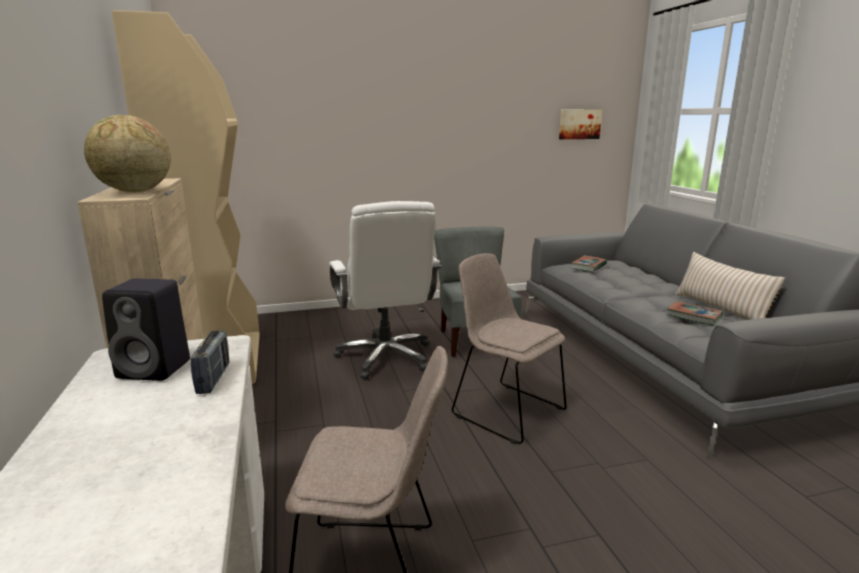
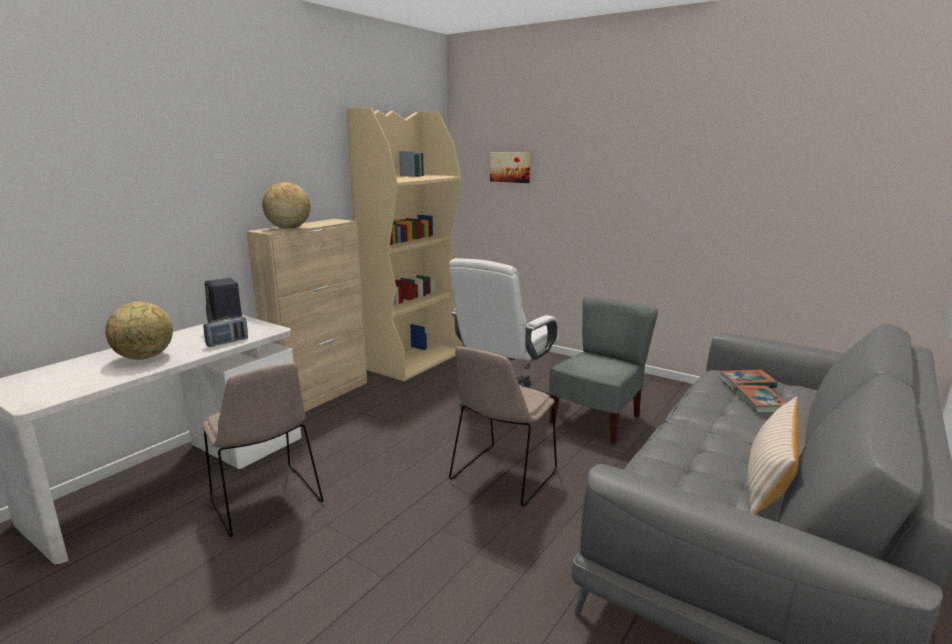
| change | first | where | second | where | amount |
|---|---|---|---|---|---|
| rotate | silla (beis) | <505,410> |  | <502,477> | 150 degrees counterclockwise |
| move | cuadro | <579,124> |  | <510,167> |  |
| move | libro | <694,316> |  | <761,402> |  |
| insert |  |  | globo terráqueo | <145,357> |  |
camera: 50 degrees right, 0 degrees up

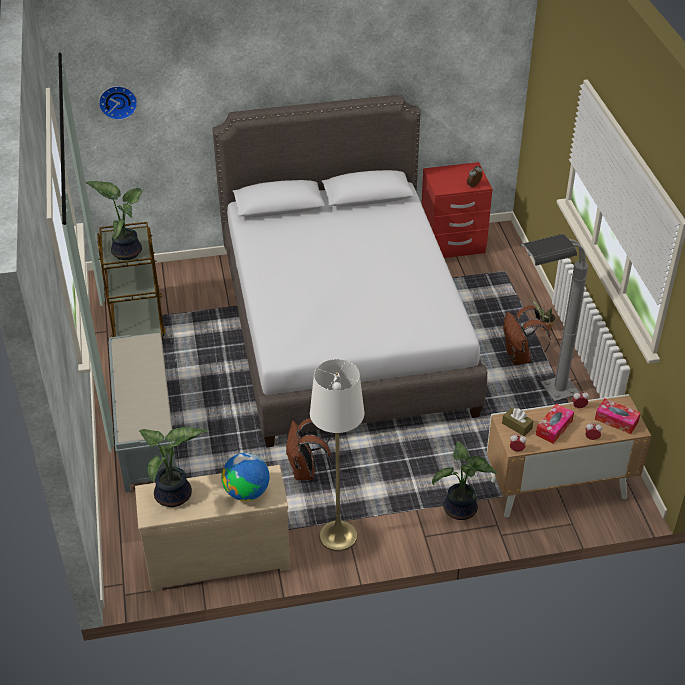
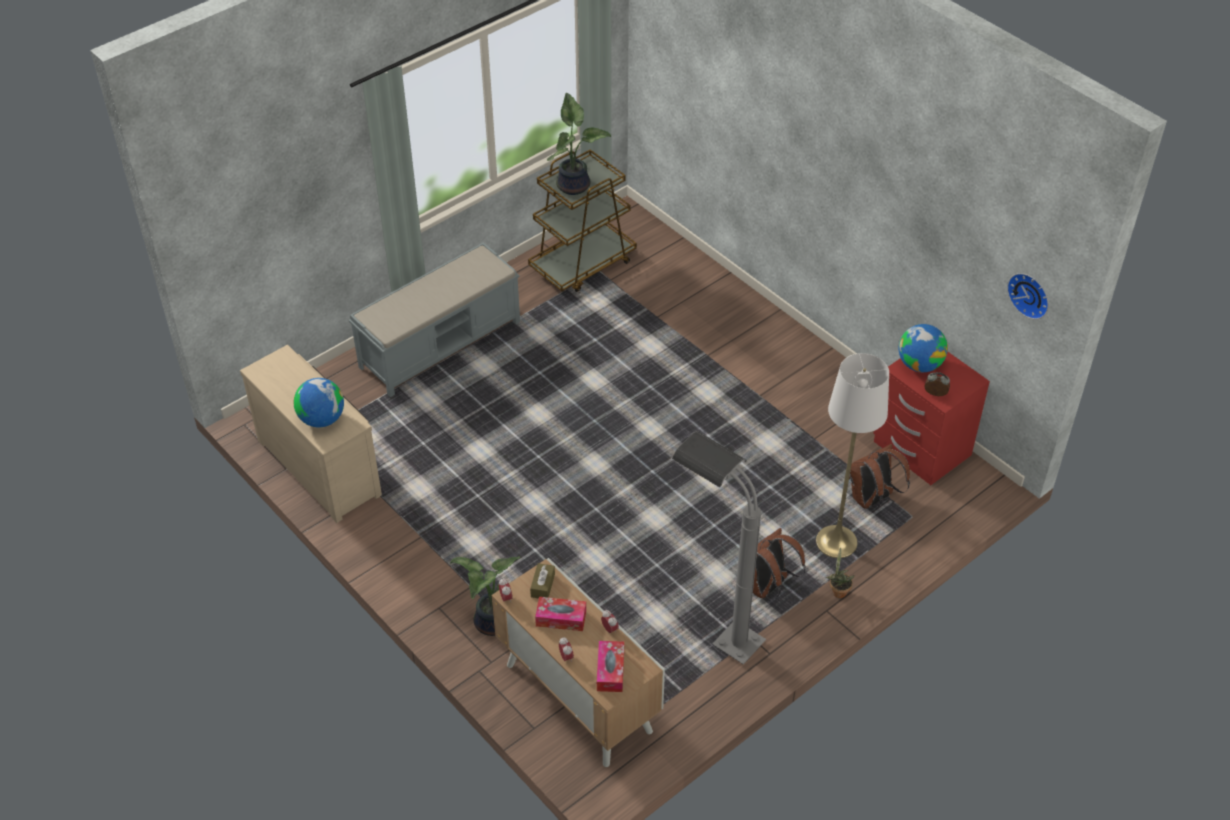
| change | first | where | second | where | amount |
|---|---|---|---|---|---|
| move | reloj de pared | <118,101> |  | <1030,294> |  |
| delete | planta en maceta | <175,496> |  |  |  |
| delete | cama (gris) | <343,331> |  |  |  |
| move | mochila (marrón) | <306,471> |  | <871,500> |  |
| move | lámpara de pie (blanco) | <338,536> |  | <836,542> |  |
| insert |  |  | globo terráqueo | <919,365> |  |
camera: 60 degrees right, 5 degrees up

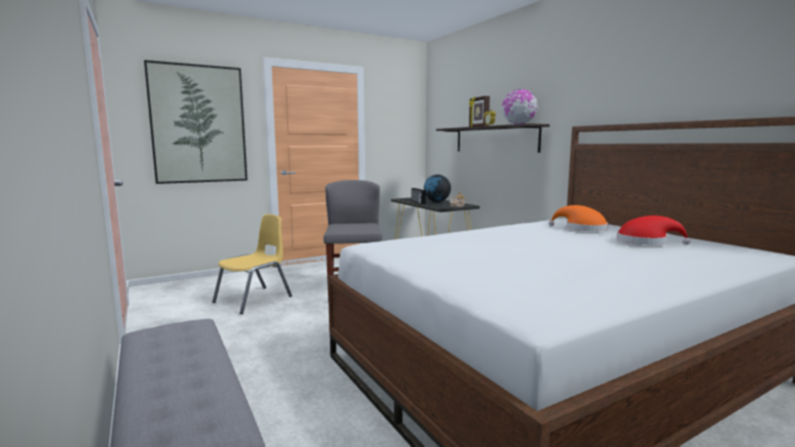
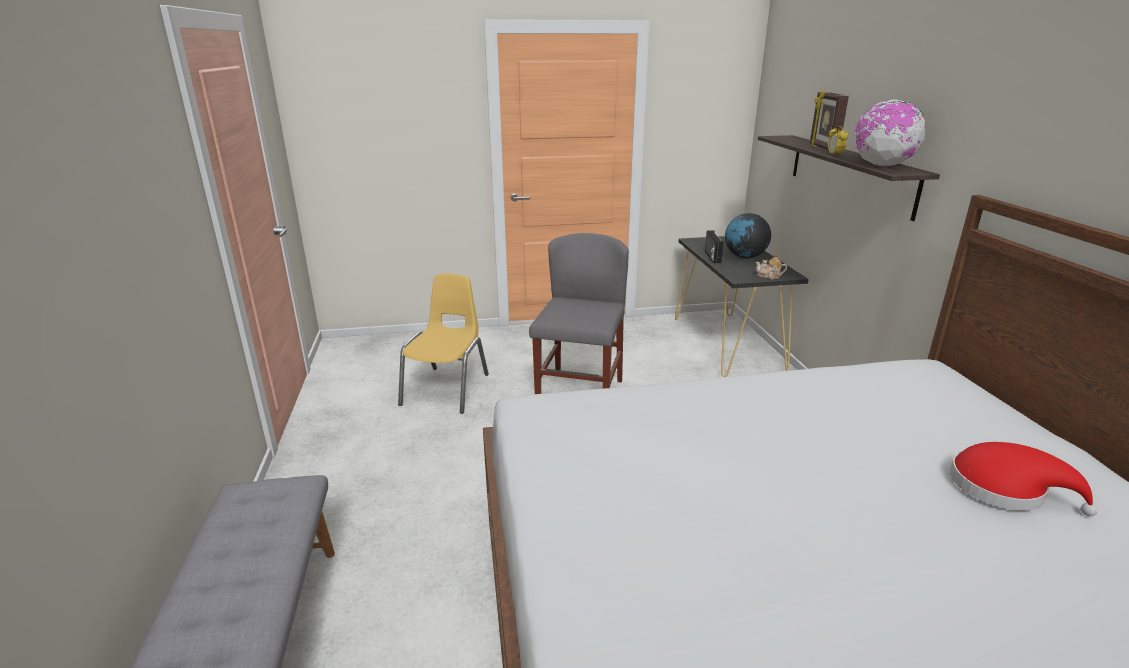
| change | first | where | second | where | amount |
|---|---|---|---|---|---|
| delete | cuadro | <198,124> |  |  |  |
| rotate | silla (amarillo) | <254,300> |  | <447,389> | 45 degrees counterclockwise |
| delete | sombrero (naranja) | <582,229> |  |  |  |
camera: 20 degrees right, 15 degrees up

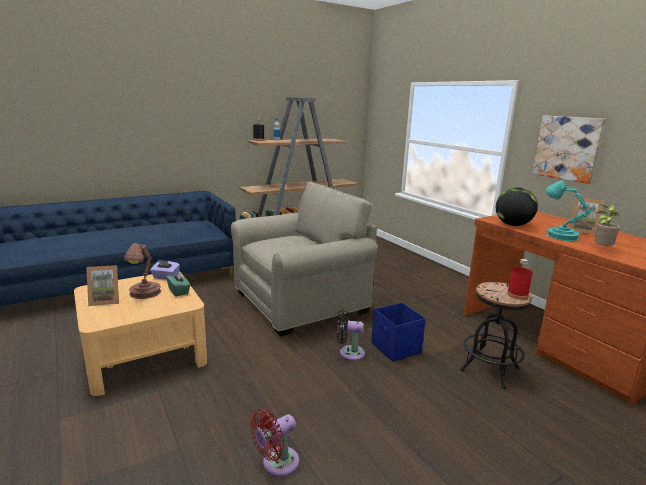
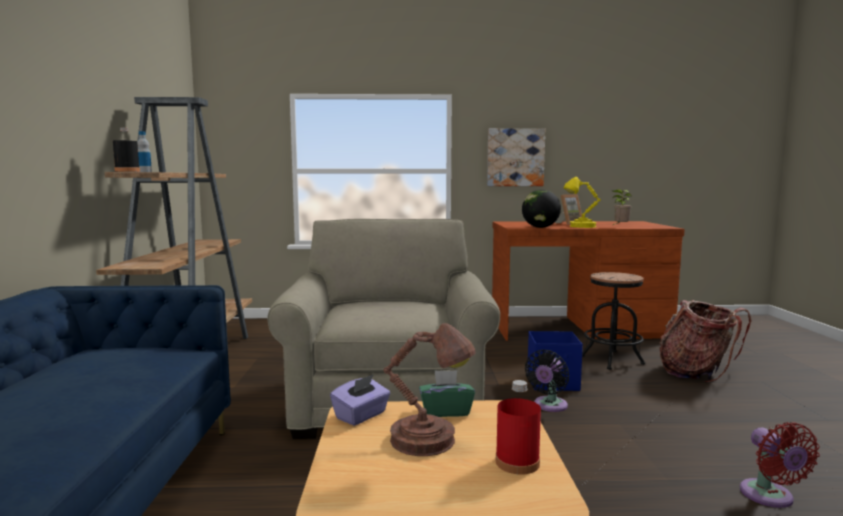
| change | first | where | second | where | amount |
|---|---|---|---|---|---|
| delete | portarretratos | <106,300> |  |  |  |
| move | botella (rojo) | <517,295> |  | <517,462> |  |
| recolor | lámpara de mesa (turquesa) | <559,236> | lámpara de mesa (amarillo) | <580,226> |  |
| insert |  |  | mochila | <697,373> |  |
camera: 60 degrees left, 10 degrees down

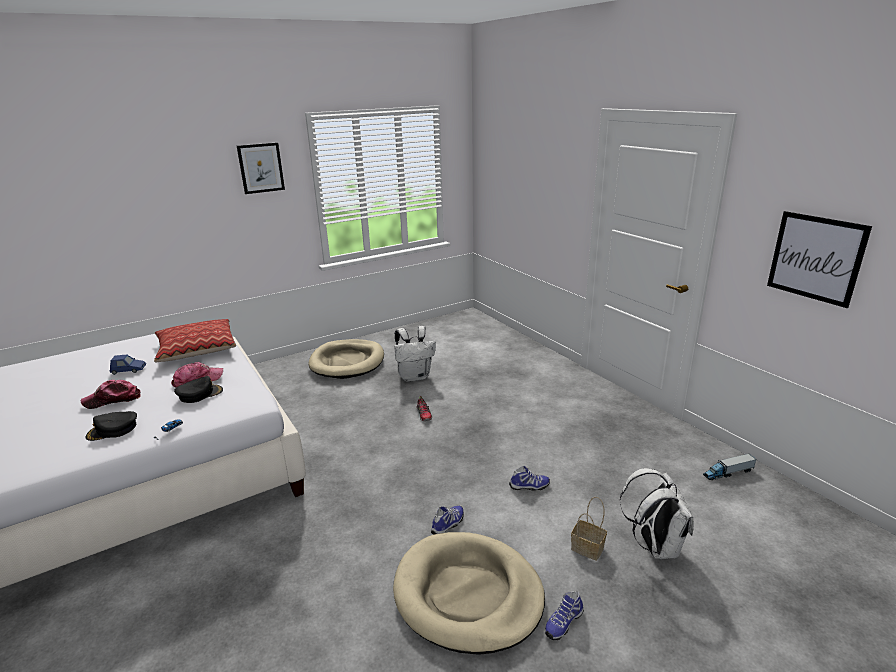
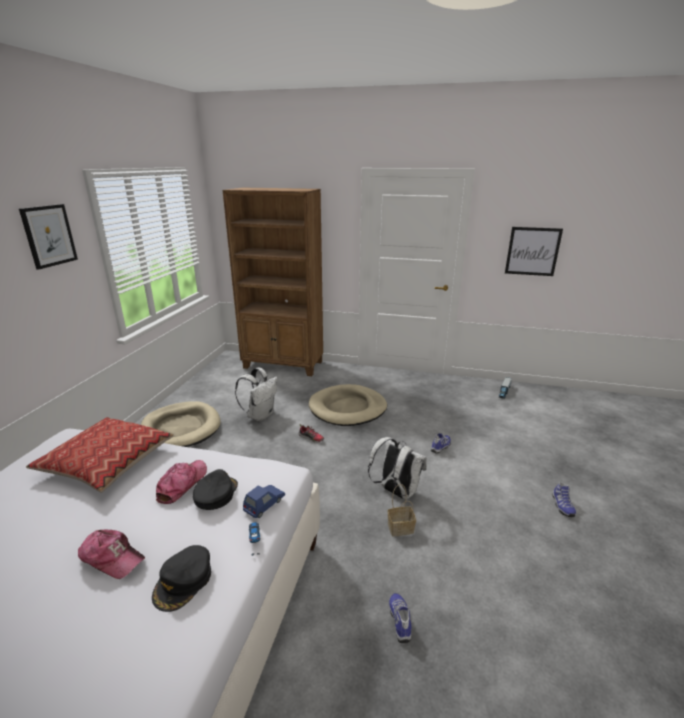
| change | first | where | second | where | amount |
|---|---|---|---|---|---|
| rotate | gorra | <113,400> |  | <112,557> | 90 degrees counterclockwise |
| move | coche de juguete (azul) | <128,370> |  | <264,504> |  |
| move | cama para perro (beis) | <468,594> |  | <348,408> |  |
| move | zapato | <448,524> |  | <401,620> |  |
| move | cesta | <588,548> |  | <401,527> |  |
| move | mochila (blanco) | <654,545> |  | <395,491> |  |
| insert |  |  | estantería (marrón) | <283,365> |  |
camera: 45 degrees left, 0 degrees up

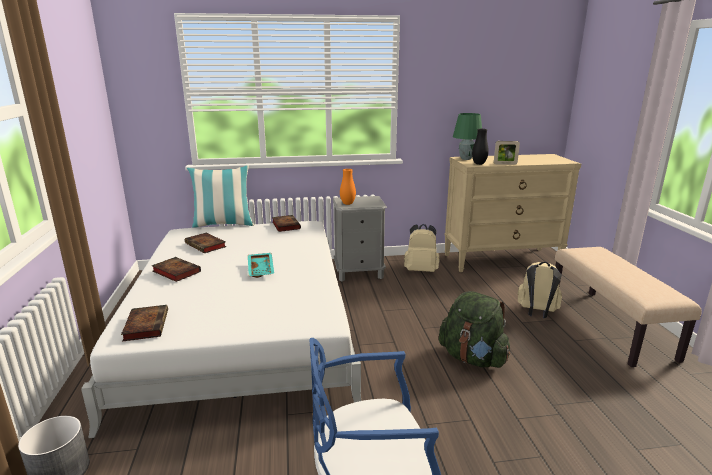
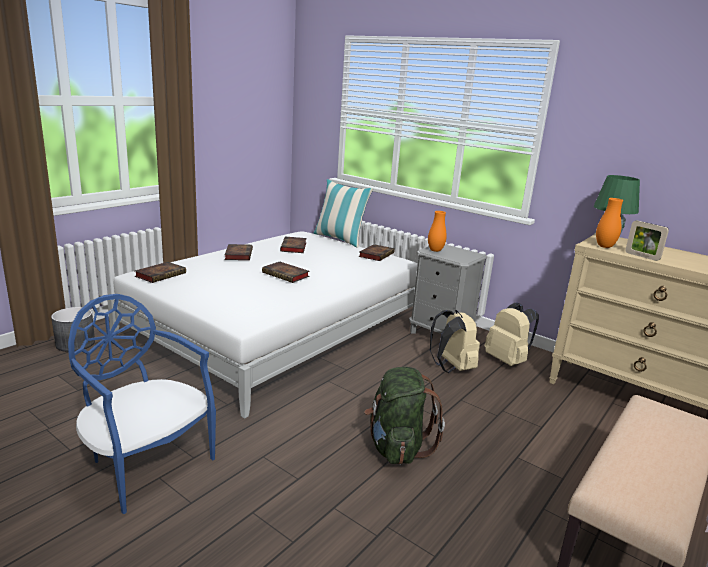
| change | first | where | second | where | amount |
|---|---|---|---|---|---|
| replace | bandeja (turquesa) | <261,269> | libro | <287,275> |  |
| recolor | florero (negro) | <479,164> | florero (naranja) | <604,246> |  |
| move | mochila (beis) | <536,313> |  | <451,368> |  |
camera: 45 degrees right, 0 degrees up

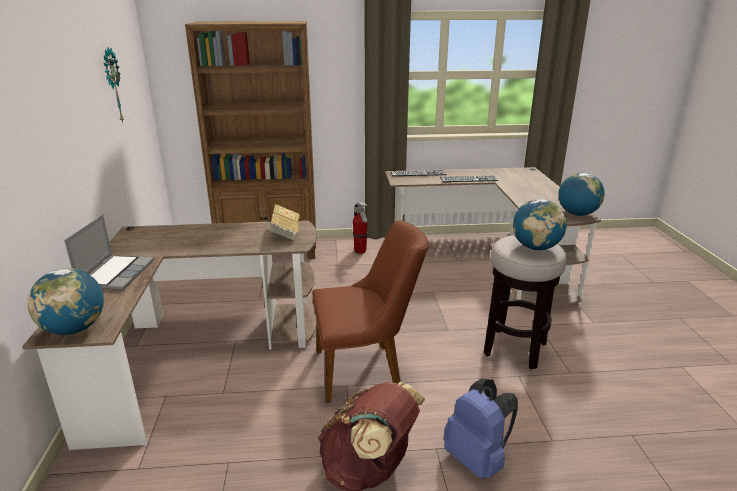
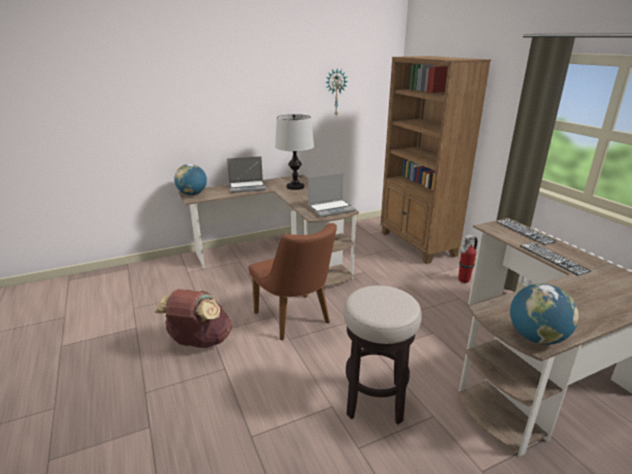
| change | first | where | second | where | amount |
|---|---|---|---|---|---|
| replace | libro | <285,231> | portátil | <331,209> |  |
| delete | mochila (azul) | <477,459> |  |  |  |
| delete | globo terráqueo | <535,247> |  |  |  |
| insert |  |  | lámpara de mesa | <295,186> |  |
camera: 70 degrees right, 0 degrees up

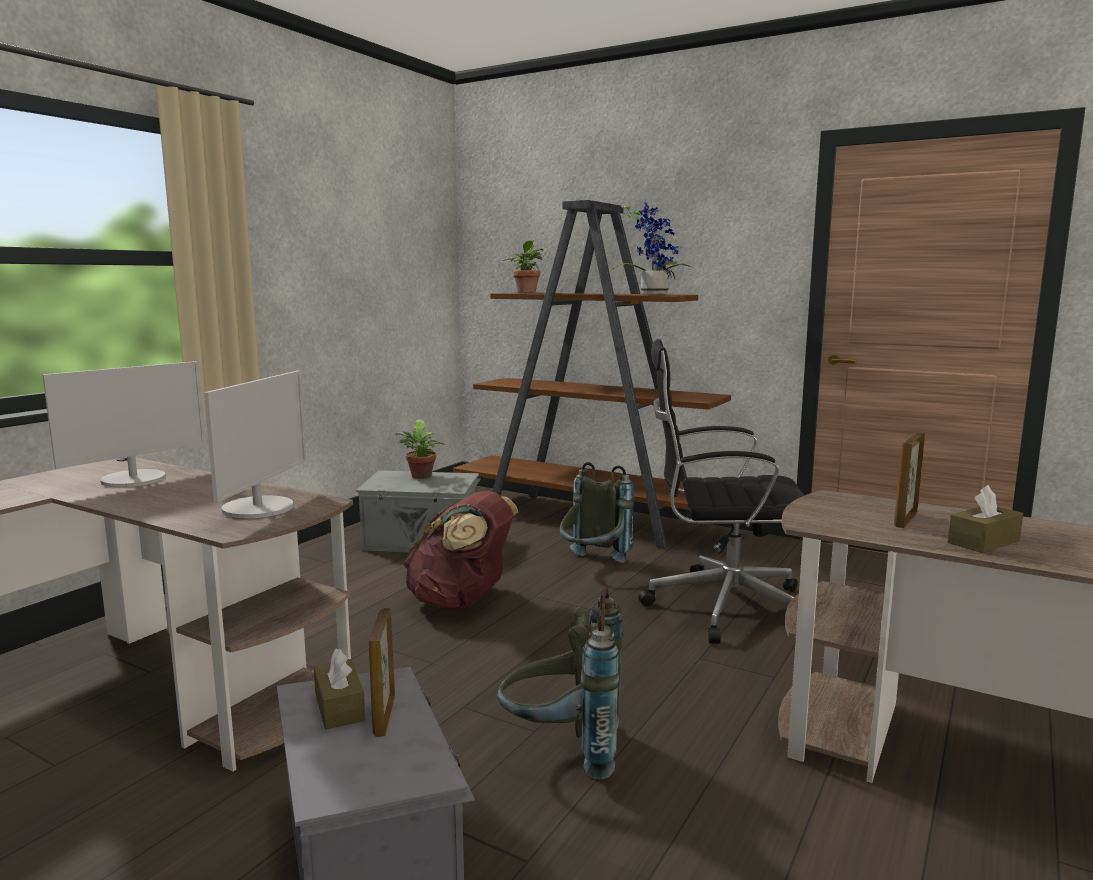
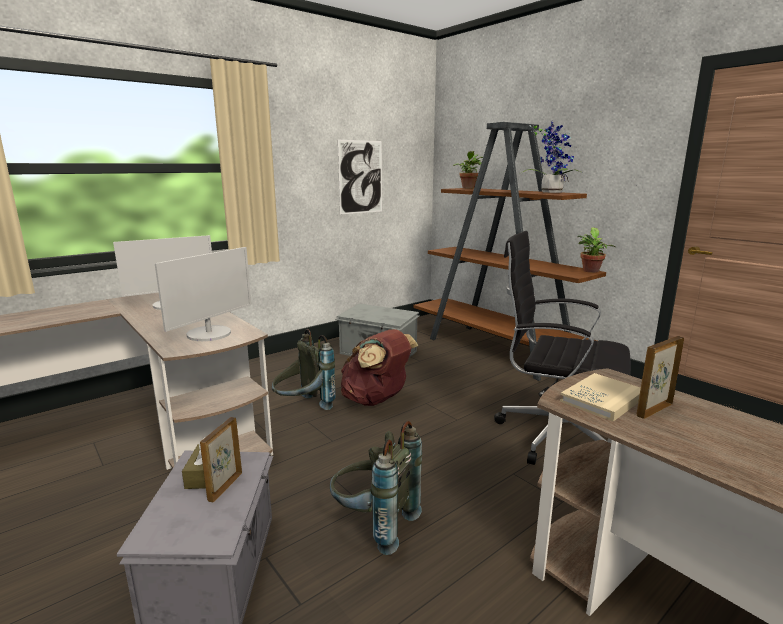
| change | first | where | second | where | amount |
|---|---|---|---|---|---|
| move | planta en maceta | <421,477> |  | <591,271> |  |
| move | mochila (gris) | <593,565> |  | <303,408> |  |
| delete | caja de pañuelos (marrón) | <983,542> |  |  |  |
| insert |  |  | cuadro | <360,177> |  |
| insert |  |  | libro (beis) | <602,399> |  |
camera: 20 degrees right, 5 degrees up

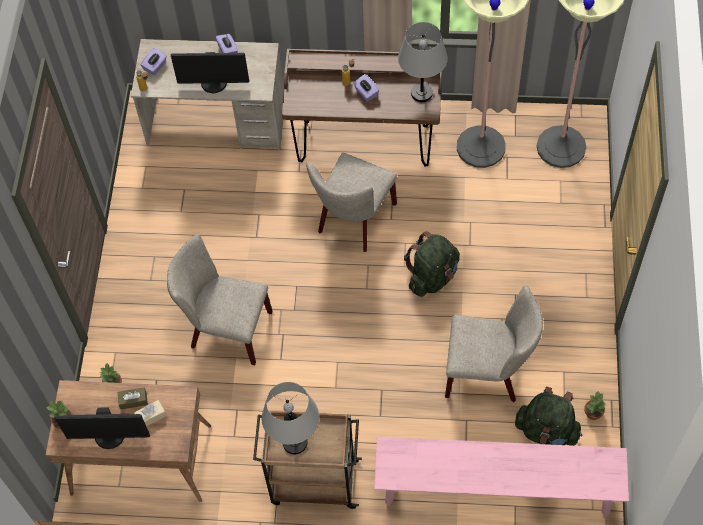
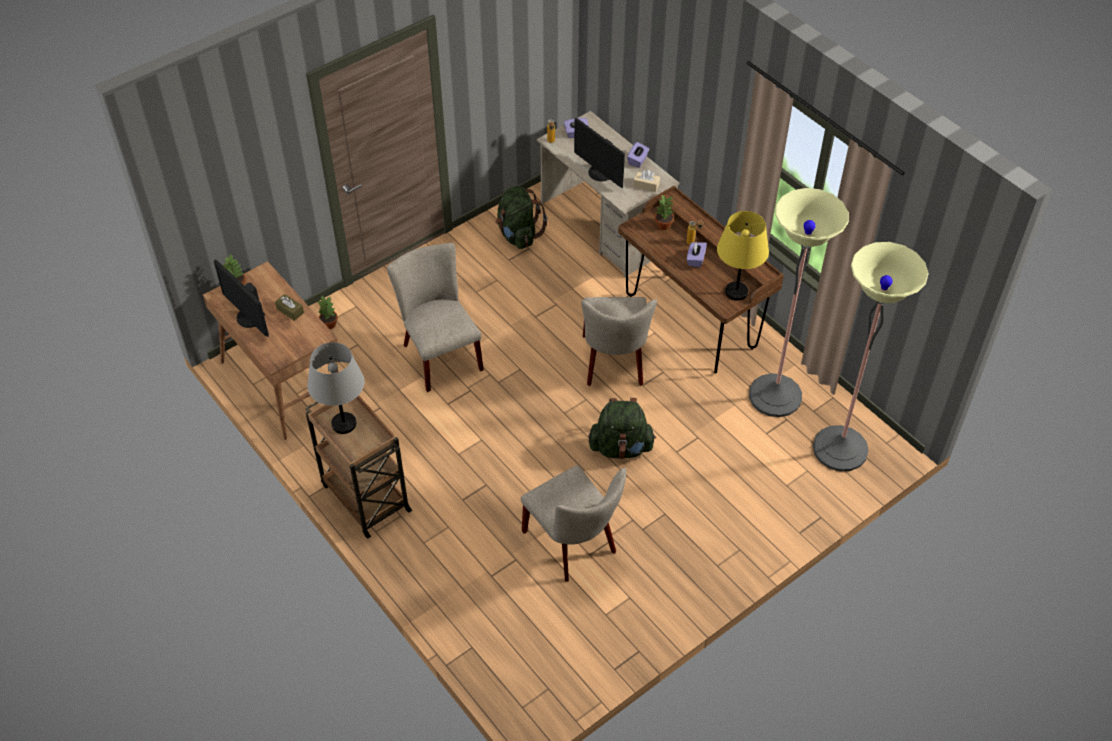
| change | first | where | second | where | amount |
|---|---|---|---|---|---|
| move | caja de pañuelos (beis) | <151,416> |  | <646,185> |  |
| rotate | silla (beis) | <354,221> |  | <614,364> | 75 degrees counterclockwise |
| delete | banco (rosa) | <496,490> |  |  |  |
| recolor | lámpara de mesa (gris) | <421,93> | lámpara de mesa (amarillo) | <736,292> |  |
| move | mochila (verde) | <547,430> |  | <518,235> |  |
| move | planta en maceta | <593,413> |  | <664,225> |  |
camera: 45 degrees right, 10 degrees down

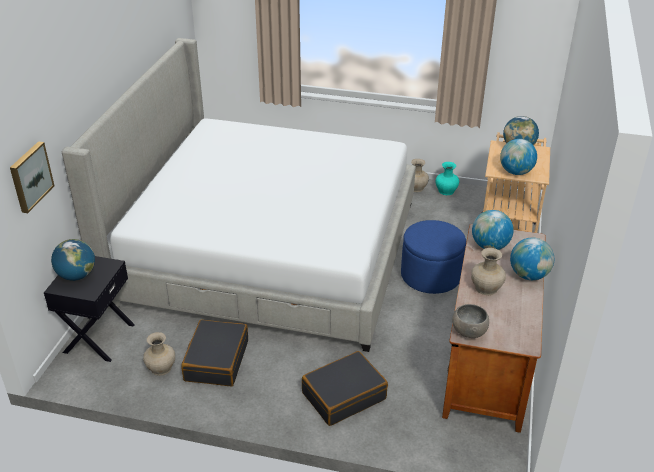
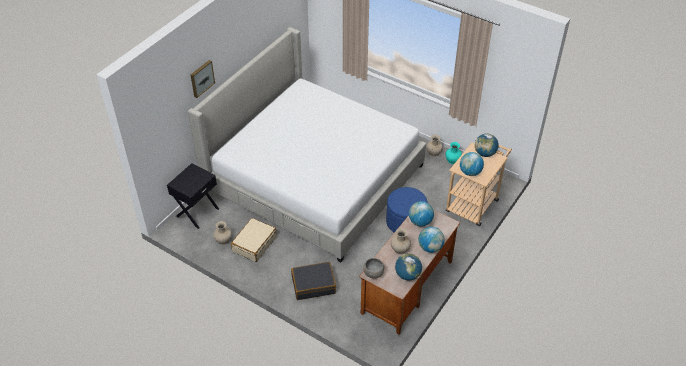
| change | first | where | second | where | amount |
|---|---|---|---|---|---|
| move | cuadro | <30,176> |  | <201,78> |  |
| move | globo terráqueo | <77,276> |  | <407,275> |  |
| recolor | maleta (negro) | <216,360> | maleta (beis) | <254,244> |  |
camera: 20 degrees right, 10 degrees up

